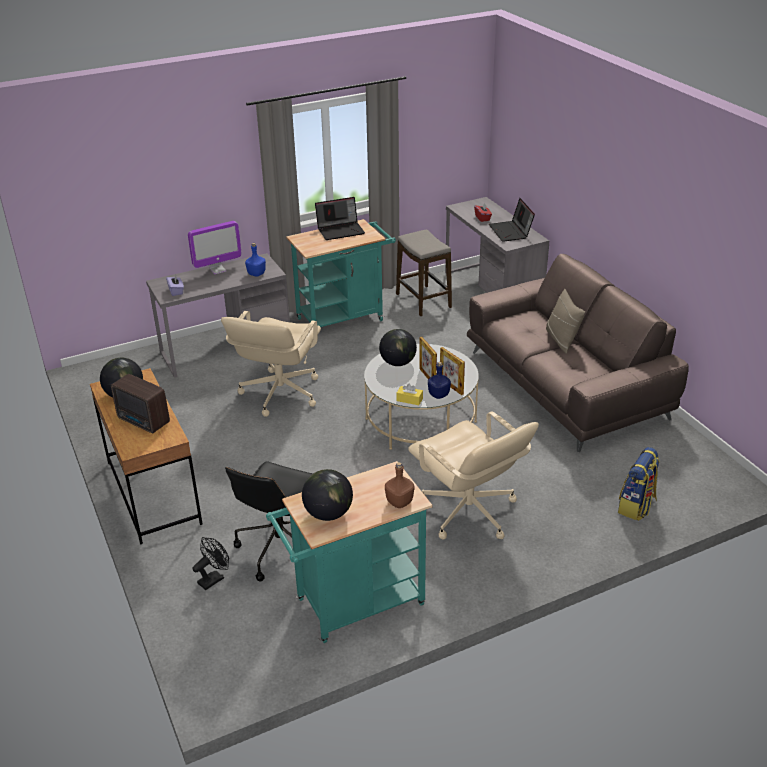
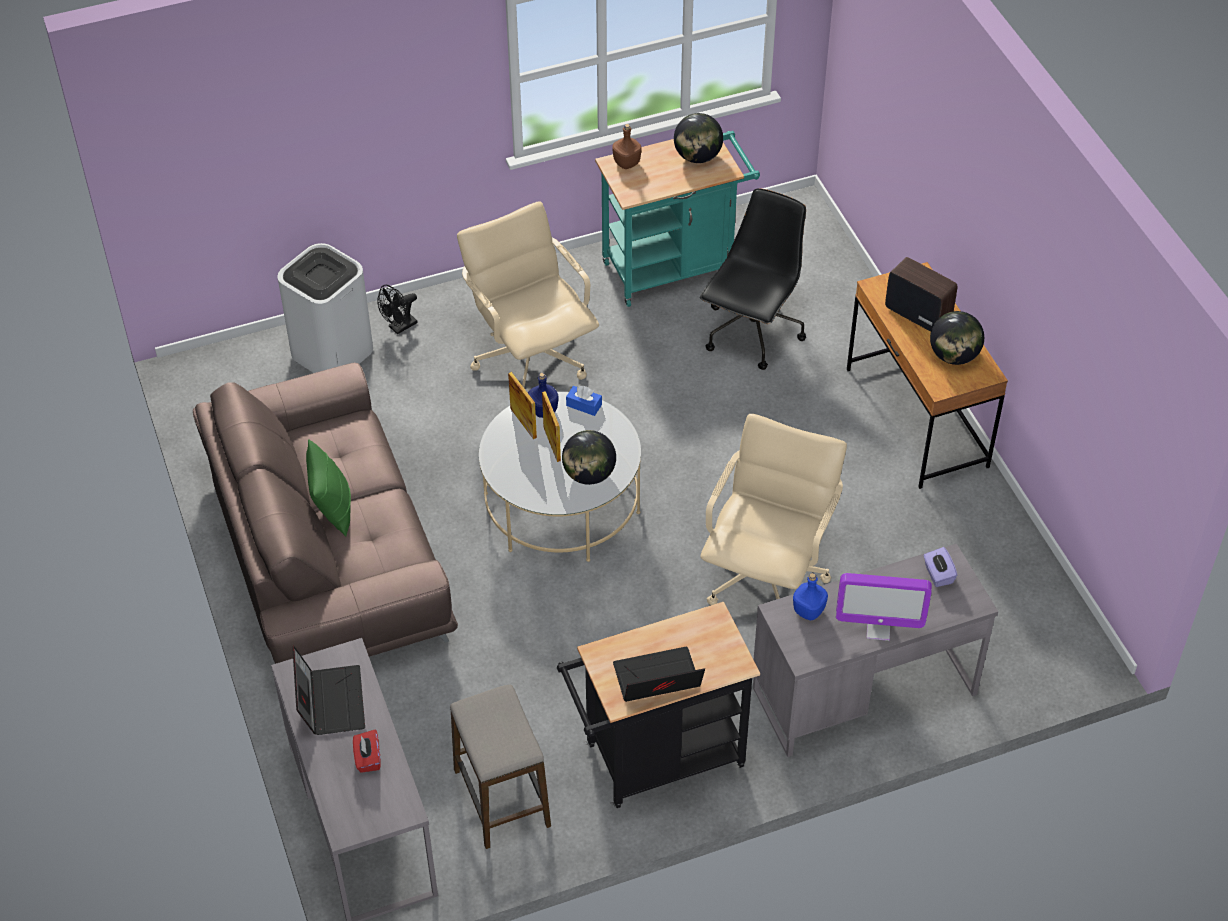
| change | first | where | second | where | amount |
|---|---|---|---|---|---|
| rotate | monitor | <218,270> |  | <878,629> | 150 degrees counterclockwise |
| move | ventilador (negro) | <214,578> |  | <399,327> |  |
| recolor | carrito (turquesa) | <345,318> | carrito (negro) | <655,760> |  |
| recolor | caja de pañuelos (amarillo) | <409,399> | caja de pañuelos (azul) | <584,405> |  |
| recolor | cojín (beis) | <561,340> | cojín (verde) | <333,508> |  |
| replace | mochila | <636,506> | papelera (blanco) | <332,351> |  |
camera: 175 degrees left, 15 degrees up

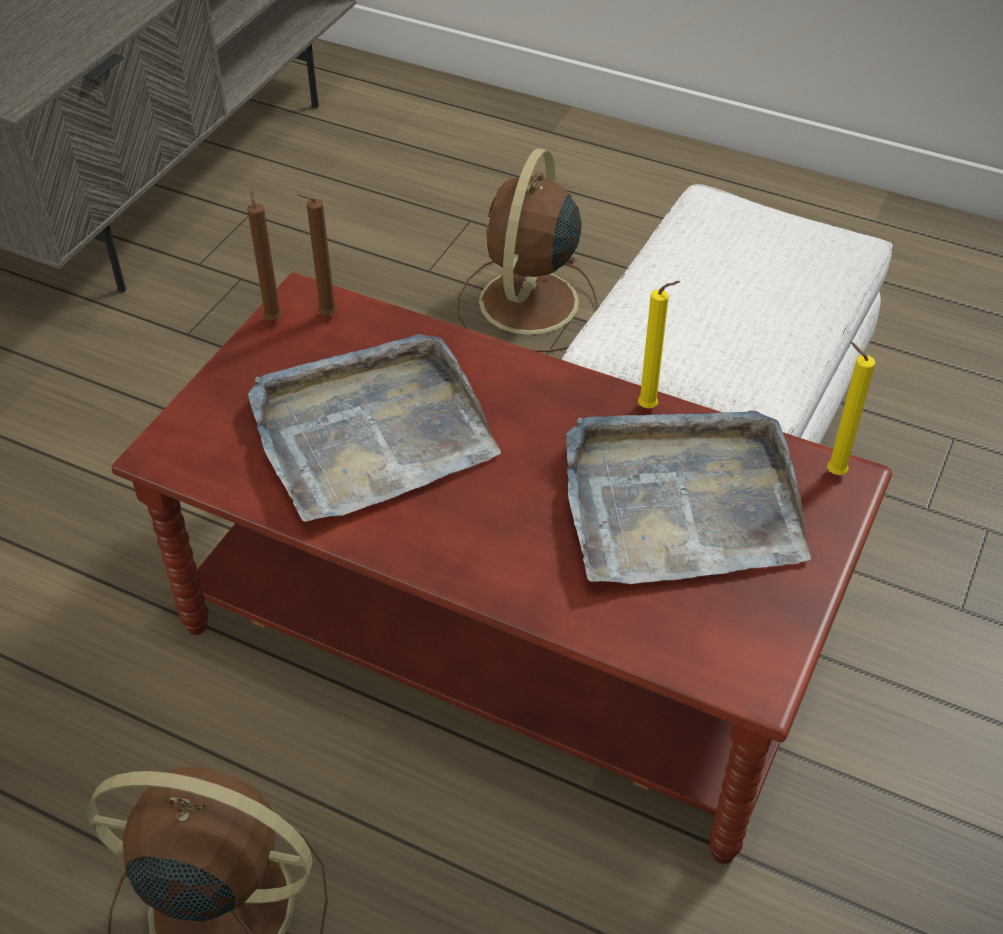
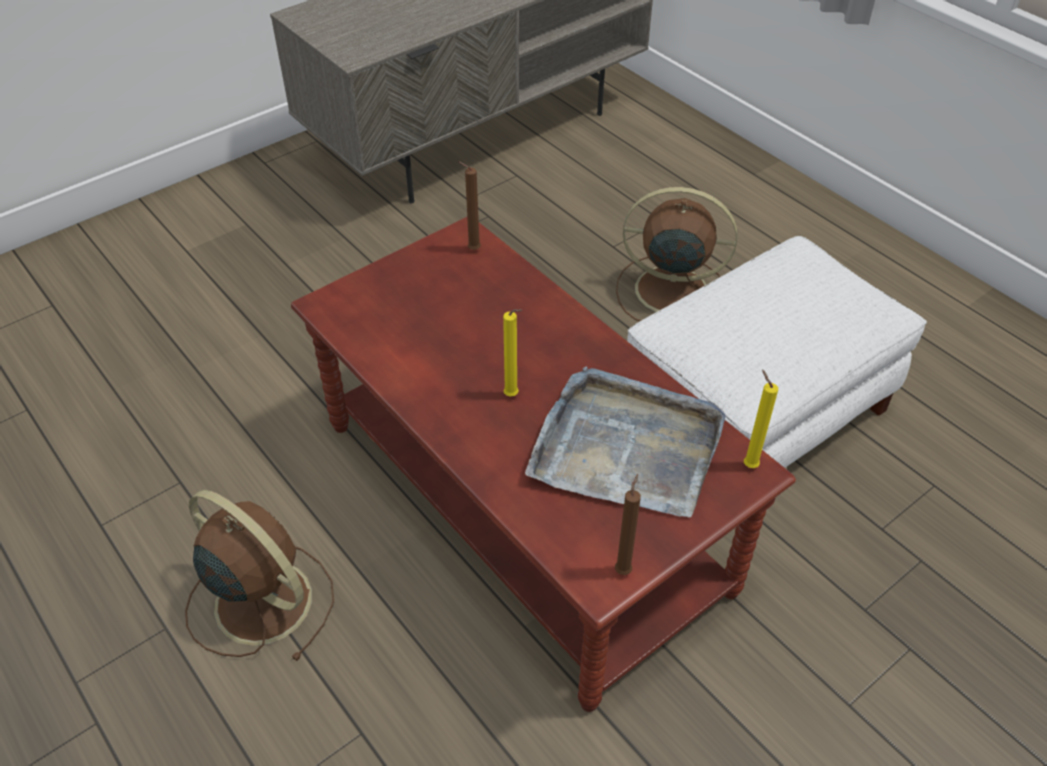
| change | first | where | second | where | amount |
|---|---|---|---|---|---|
| move | vela (marrón) | <273,318> |  | <623,569> |  |
| delete | bandeja (gris) | <371,432> |  |  |  |
| rotate | ventilador (marrón) | <527,305> |  | <668,290> | 60 degrees clockwise |
| move | vela (amarillo) | <650,407> |  | <513,396> |  |
camera: 25 degrees right, 0 degrees up

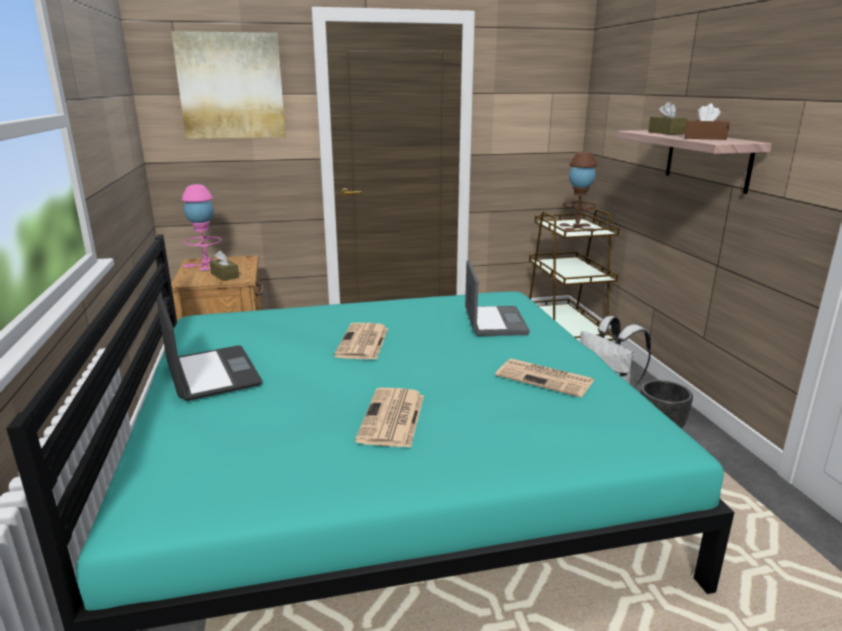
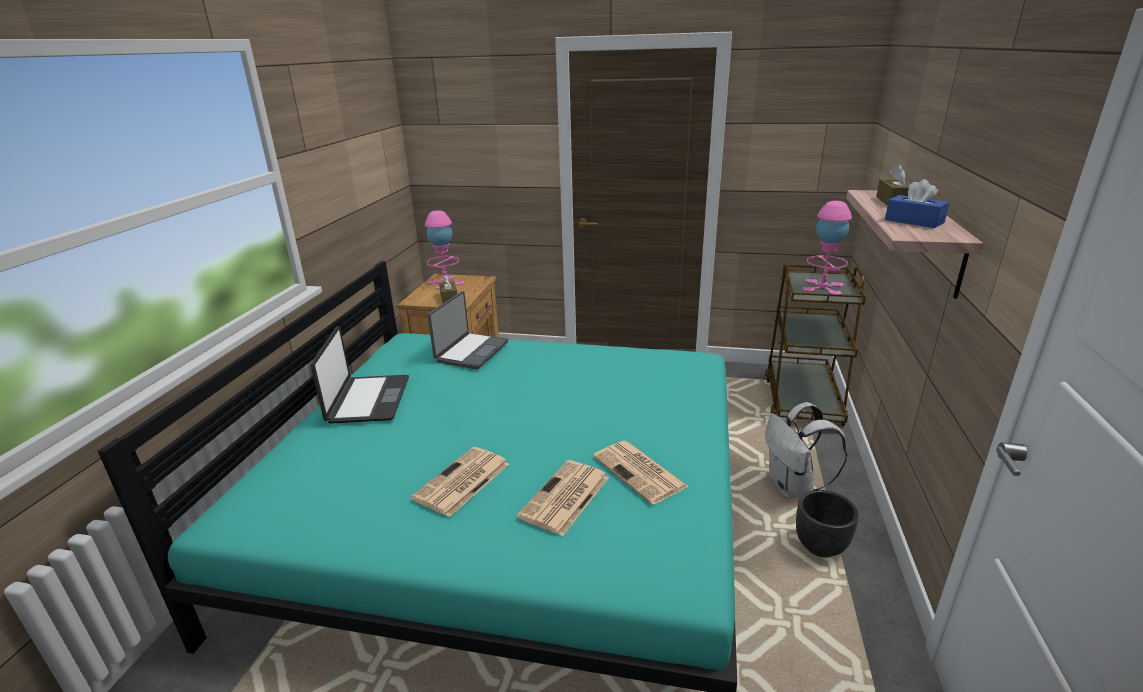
| change | first | where | second | where | amount |
|---|---|---|---|---|---|
| delete | cuadro | <231,86> |  |  |  |
| move | periódico | <363,342> |  | <565,498> |  |
| move | portátil | <493,322> |  | <471,351> |  |
| recolor | lámpara de mesa (marrón) | <577,227> | lámpara de mesa (rosa) | <822,287> |  |
| recolor | caja de pañuelos (marrón) | <704,138> | caja de pañuelos (azul) | <914,221> |  |
camera: 25 degrees right, 5 degrees up

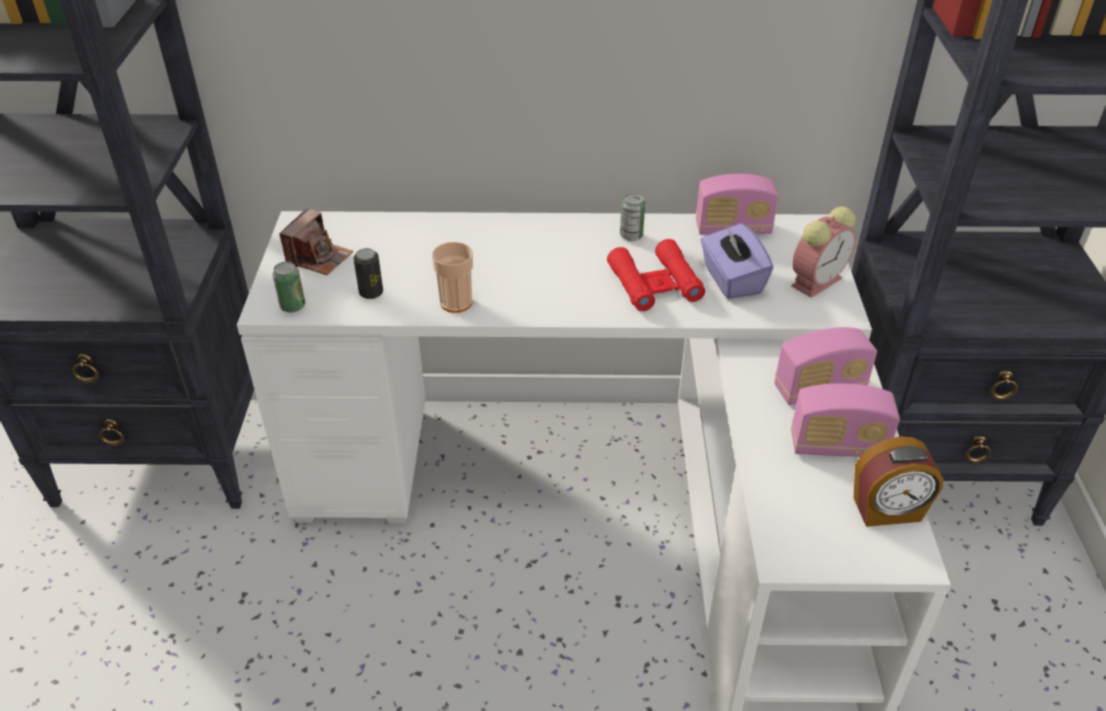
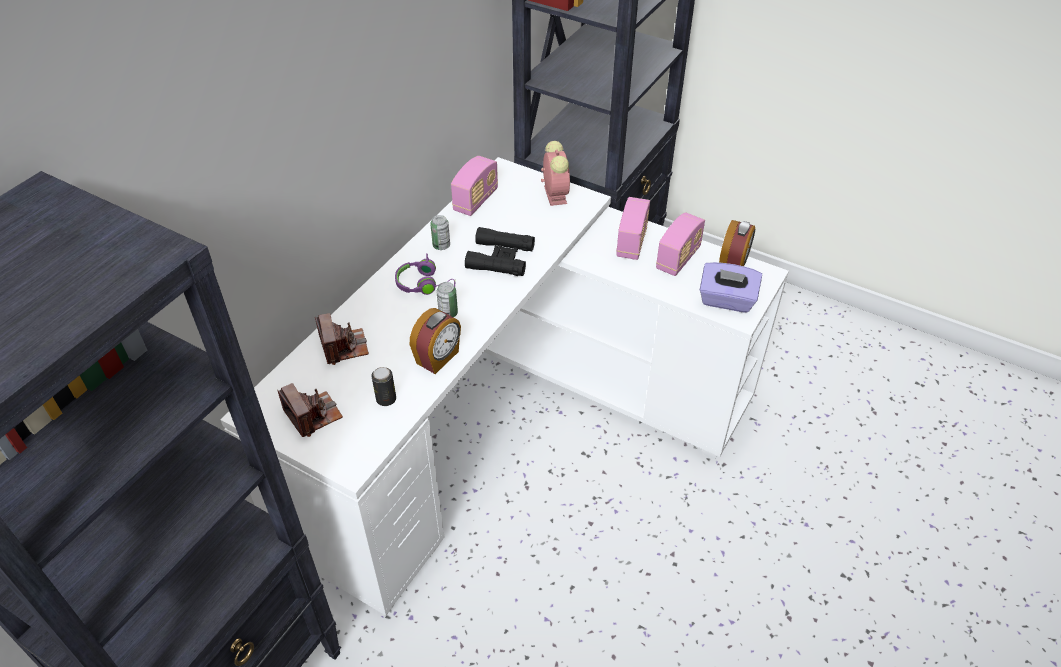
| change | first | where | second | where | amount |
|---|---|---|---|---|---|
| move | lata | <292,306> |  | <448,313> |  |
| replace | taza | <456,303> | despertador | <438,358> |  |
| recolor | prismáticos (rojo) | <655,284> | prismáticos (negro) | <500,258> |  |
| move | caja de pañuelos (morado) | <731,280> |  | <726,301> |  |
| insert |  |  | cámara | <344,347> |  |
| insert |  |  | auriculares (morado) | <426,285> |  |
camera: 60 degrees left, 5 degrees up

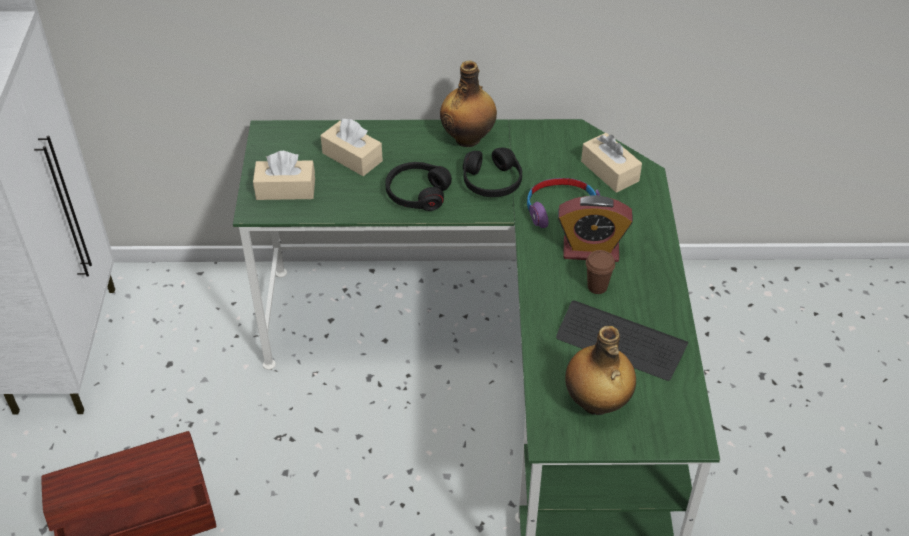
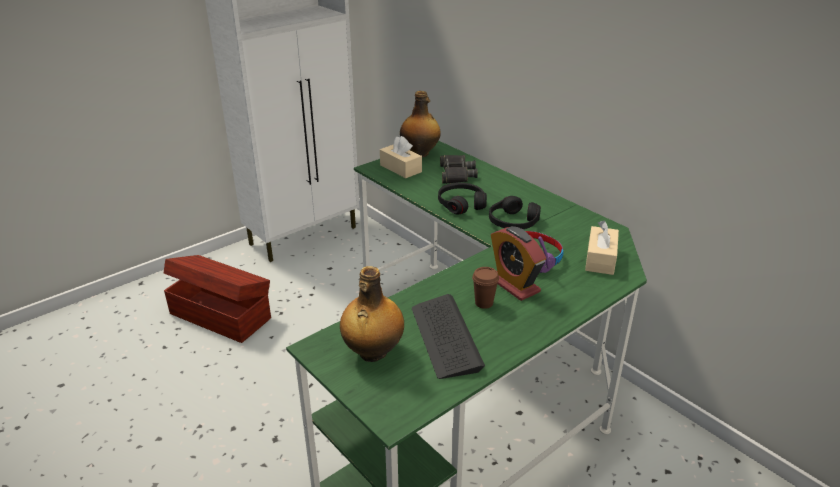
| change | first | where | second | where | amount |
|---|---|---|---|---|---|
| replace | caja de pañuelos (beis) | <352,157> | prismáticos (negro) | <456,174> |  |
| move | botella | <468,138> |  | <420,154> |  |
camera: 50 degrees right, 15 degrees down

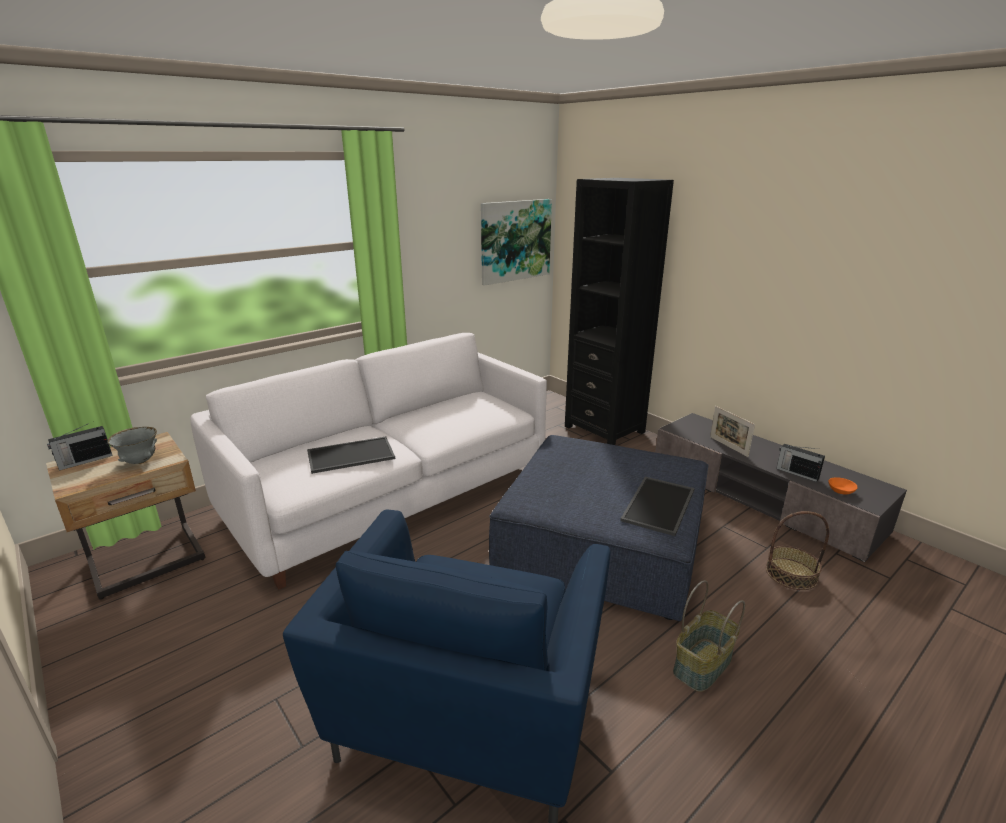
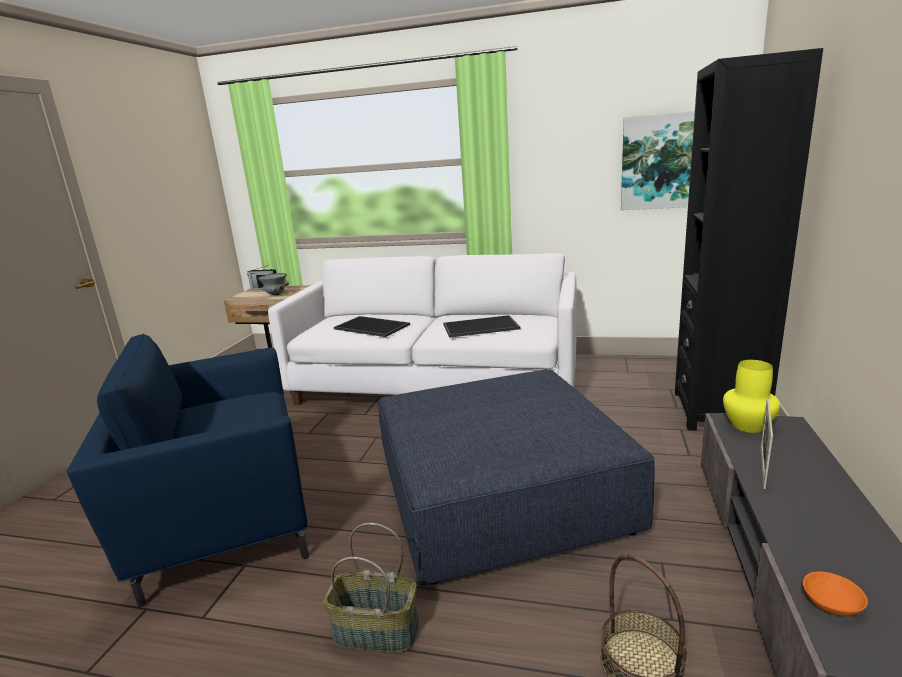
| change | first | where | second | where | amount |
|---|---|---|---|---|---|
| move | bandeja | <660,506> |  | <480,327> |  |
| delete | radio | <796,473> |  |  |  |
| insert |  |  | florero (amarillo) | <747,426> |  |
camera: 55 degrees right, 5 degrees down

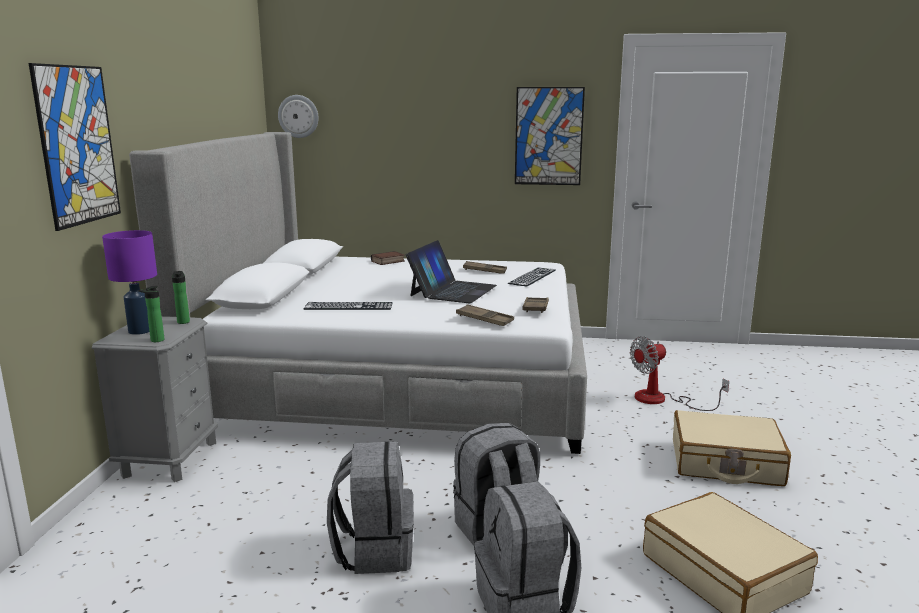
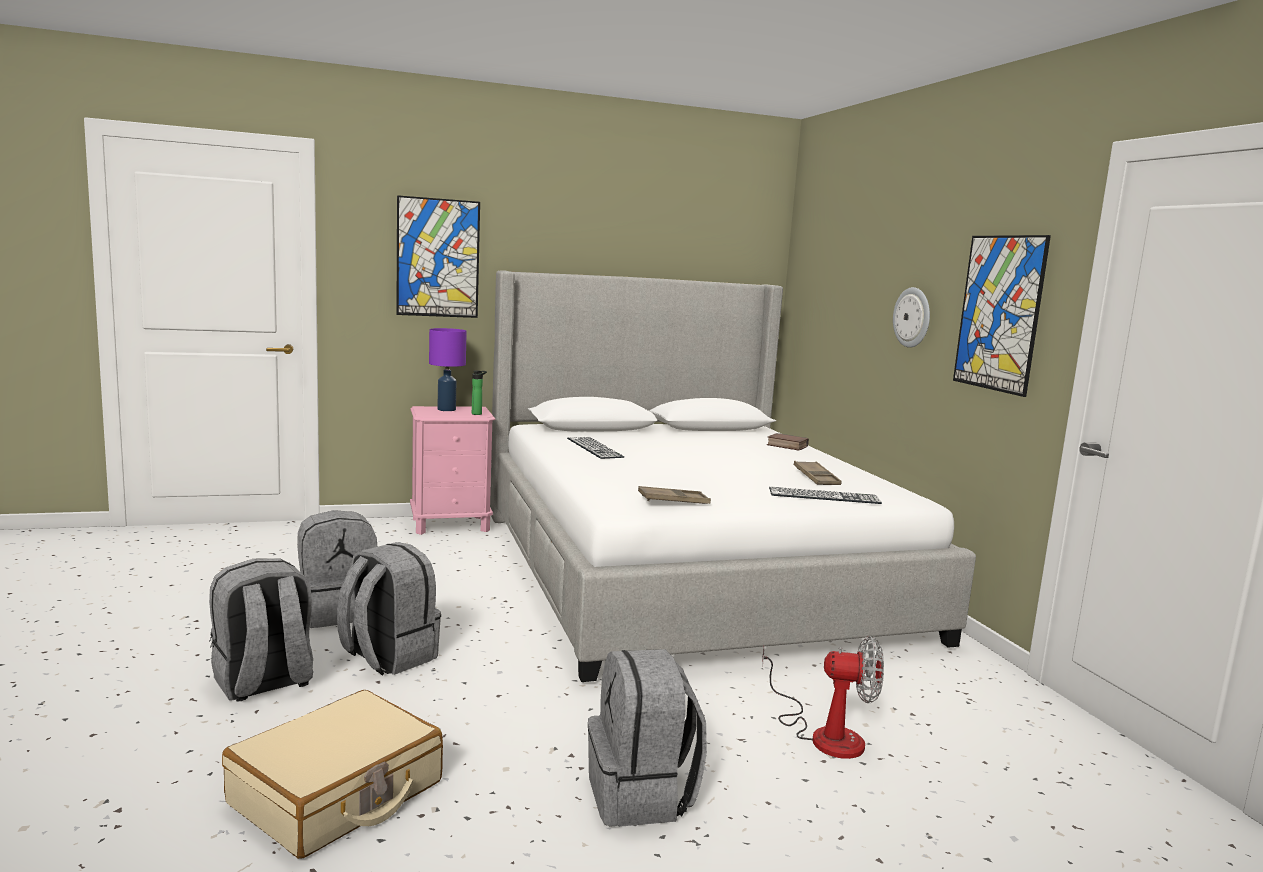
| change | first | where | second | where | amount |
|---|---|---|---|---|---|
| recolor | mesita de noche (gris) | <170,458> | mesita de noche (rosa) | <451,525> |  |
| delete | botella | <155,341> |  |  |  |
| move | reloj de pared | <298,116> |  | <912,317> |  |
| delete | portátil | <452,290> |  |  |  |
| delete | bandeja (marrón) | <484,319> |  |  |  |
| rotate | ventilador | <661,400> |  | <824,734> | 150 degrees clockwise |
| replace | maleta (beis) | <725,463> | mochila (gris) | <641,795> |  |
camera: 65 degrees right, 5 degrees down

